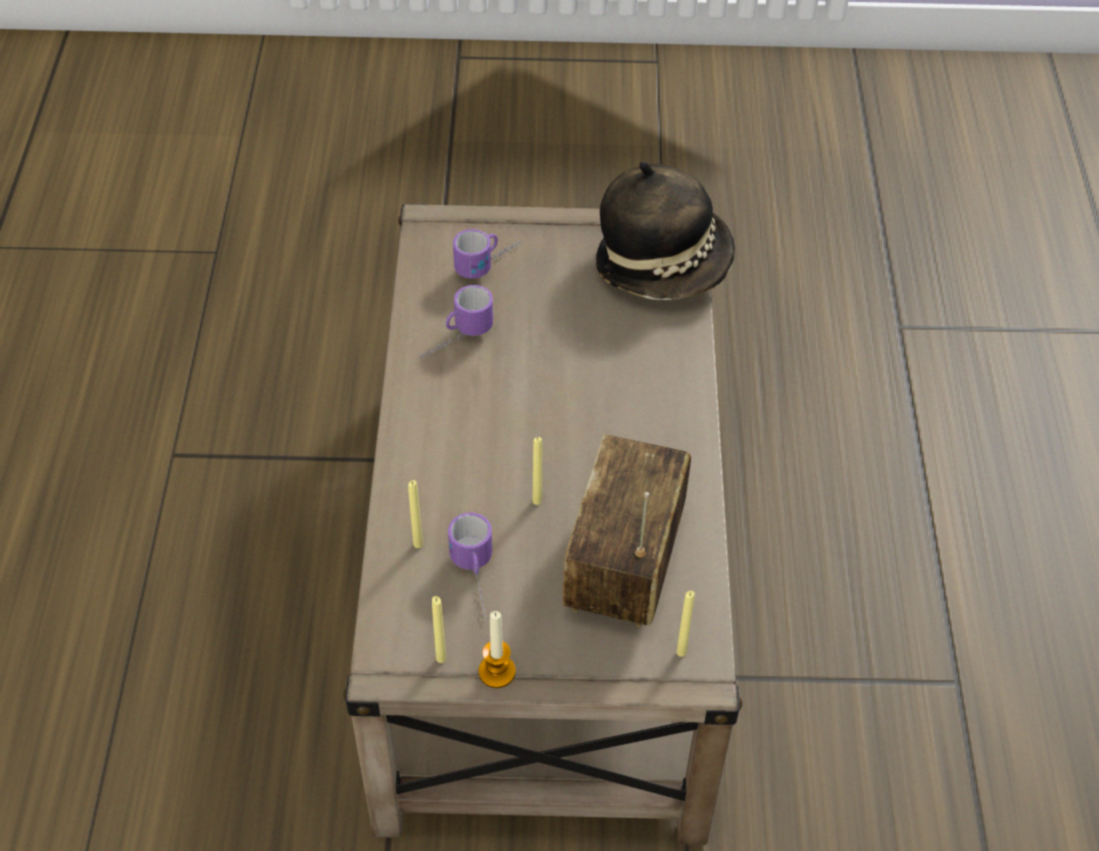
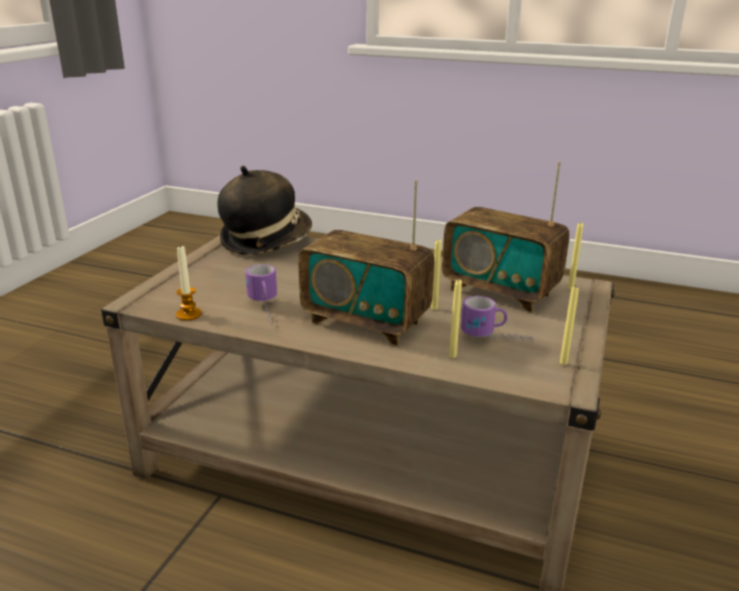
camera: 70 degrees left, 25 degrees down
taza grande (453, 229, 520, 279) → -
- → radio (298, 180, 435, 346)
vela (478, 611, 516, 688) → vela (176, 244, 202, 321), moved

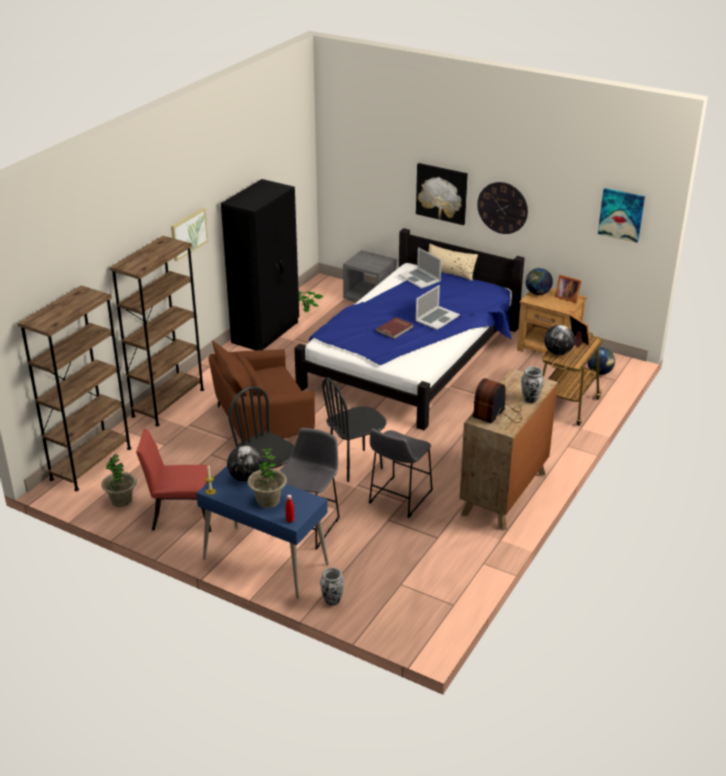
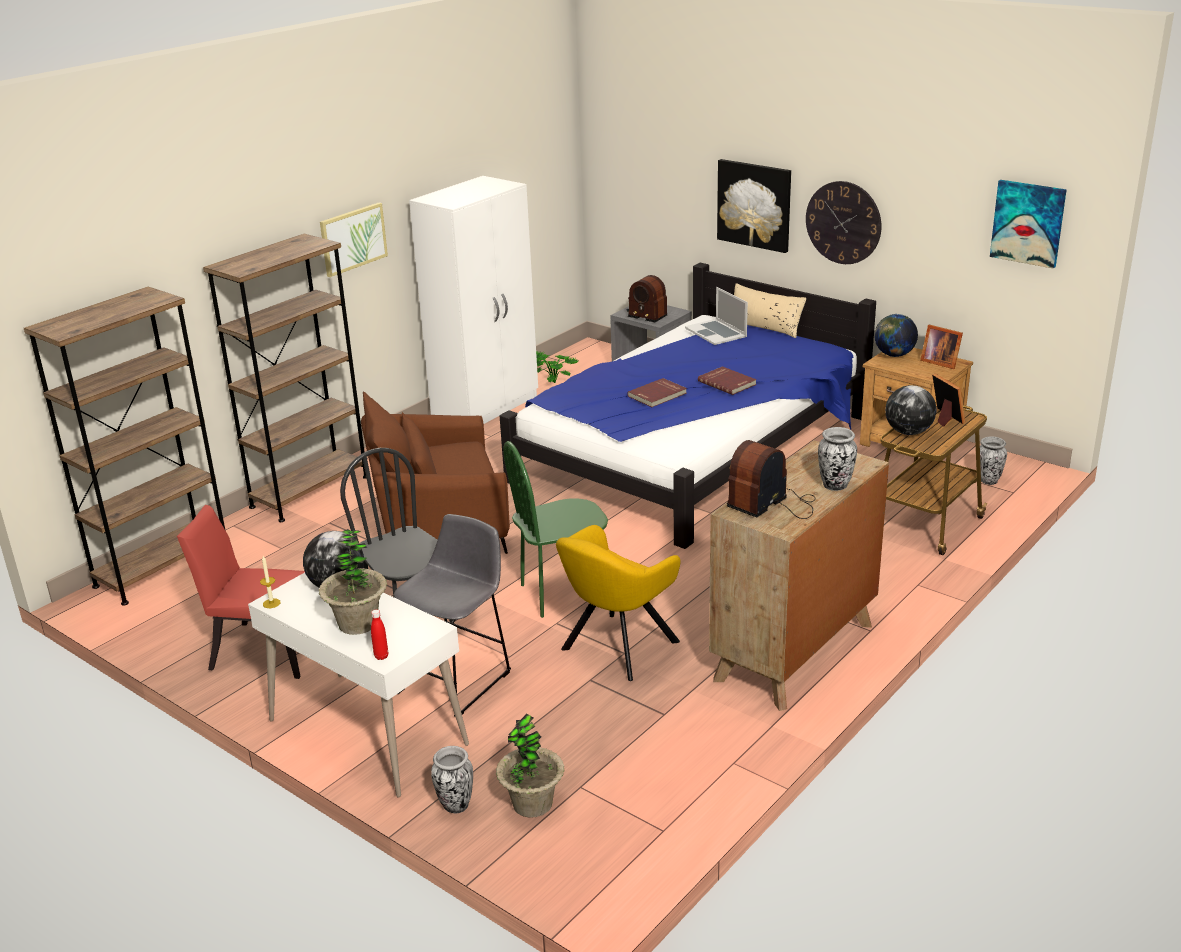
camera: 10 degrees right, 5 degrees down
- → radio (627, 275, 668, 322)
planta en maceta (101, 454, 137, 507) → planta en maceta (496, 713, 564, 818), moved
taburete [gris] (369, 429, 433, 518) → sillón [amarillo] (556, 525, 681, 681)
portátil (416, 285, 460, 330) → libro [rojo] (698, 366, 757, 395)
globo terráqueo (587, 347, 615, 375) → florero (980, 436, 1007, 485)
escritorio [azul] (196, 466, 329, 599) → escritorio [blanco] (248, 572, 469, 798)
armario ropero [negro] (221, 179, 299, 350) → armario ropero [blanco] (409, 176, 538, 424)
silla [negro] (322, 378, 386, 482) → silla [verde] (503, 441, 608, 618)

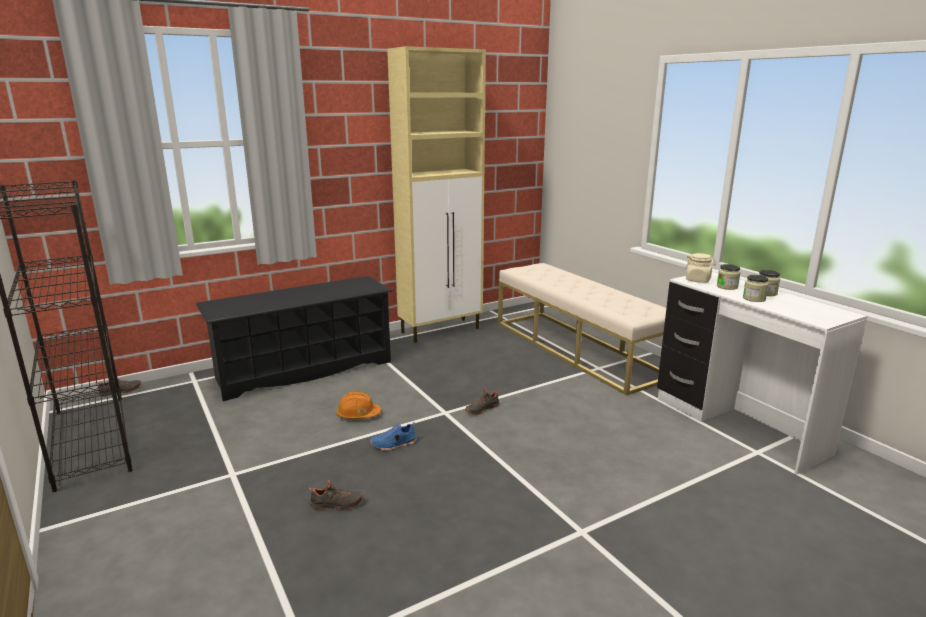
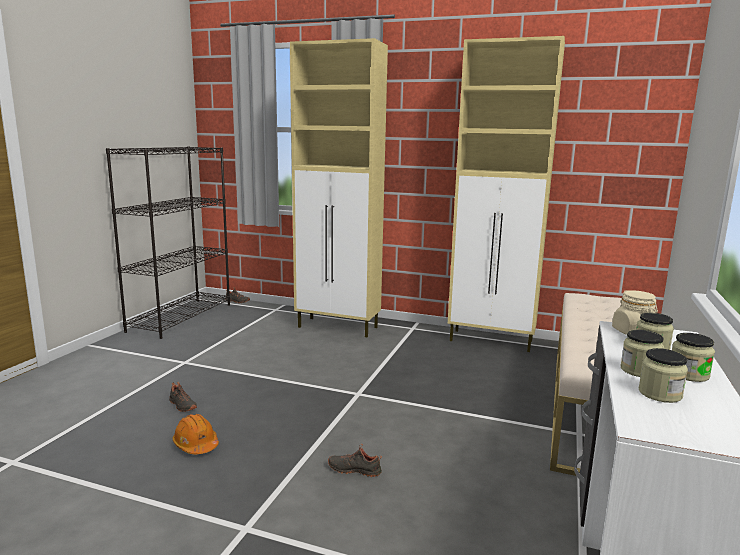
camera: 50 degrees right, 5 degrees down
zapato [azul] (370, 422, 417, 451) → -
- → tarro (639, 348, 688, 403)
casco [naranja] (336, 391, 381, 419) → casco [naranja] (173, 414, 219, 454), moved
zapato [negro] (465, 388, 500, 415) → zapato [negro] (328, 444, 382, 477), moved
zapatero [negro] (196, 276, 392, 401) → armario [beis] (290, 38, 388, 337)

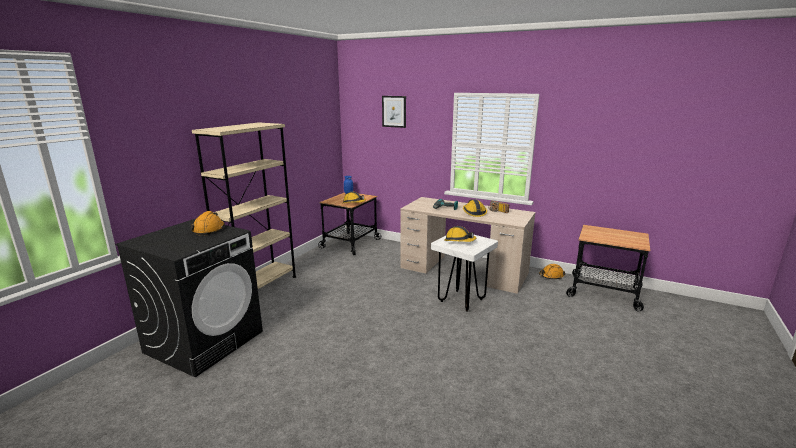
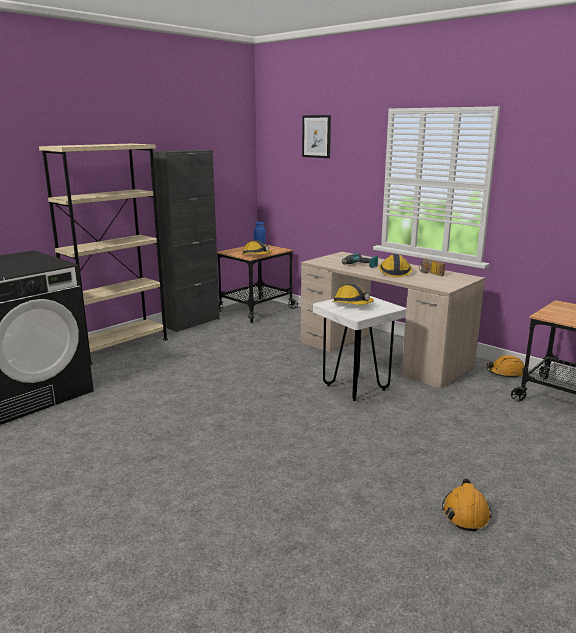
camera: 15 degrees right, 0 degrees up
- → armario [negro] (150, 150, 220, 332)
casco [naranja] (191, 211, 225, 236) → casco [naranja] (442, 478, 492, 531), moved

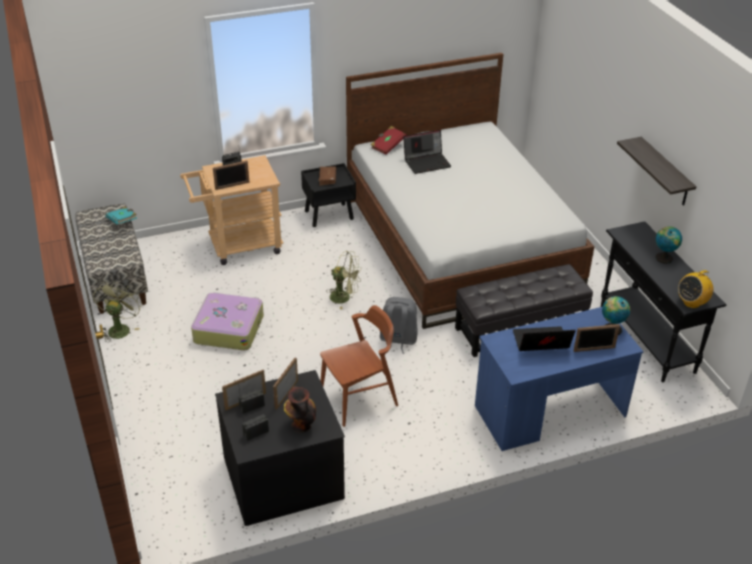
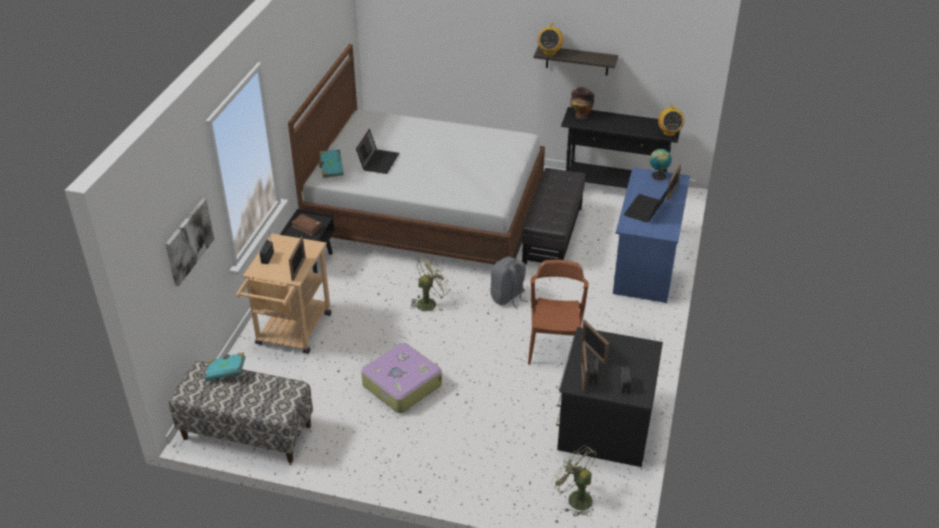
camera: 55 degrees left, 0 degrees up
globo terráqueo (656, 226, 682, 264) → -
- → cuadro (165, 198, 214, 286)
- → radio (537, 23, 563, 55)
ventilador [verde] (93, 281, 142, 342) → ventilador [verde] (551, 445, 597, 516), moved
florero (284, 386, 316, 433) → florero (570, 87, 594, 119), moved
libro [rojo] (371, 126, 407, 155) → libro [turquesa] (319, 150, 344, 178)

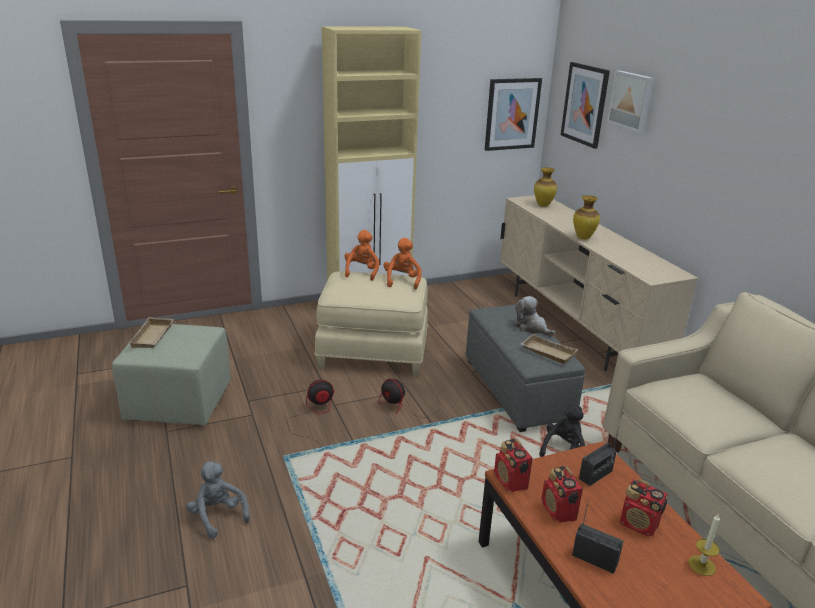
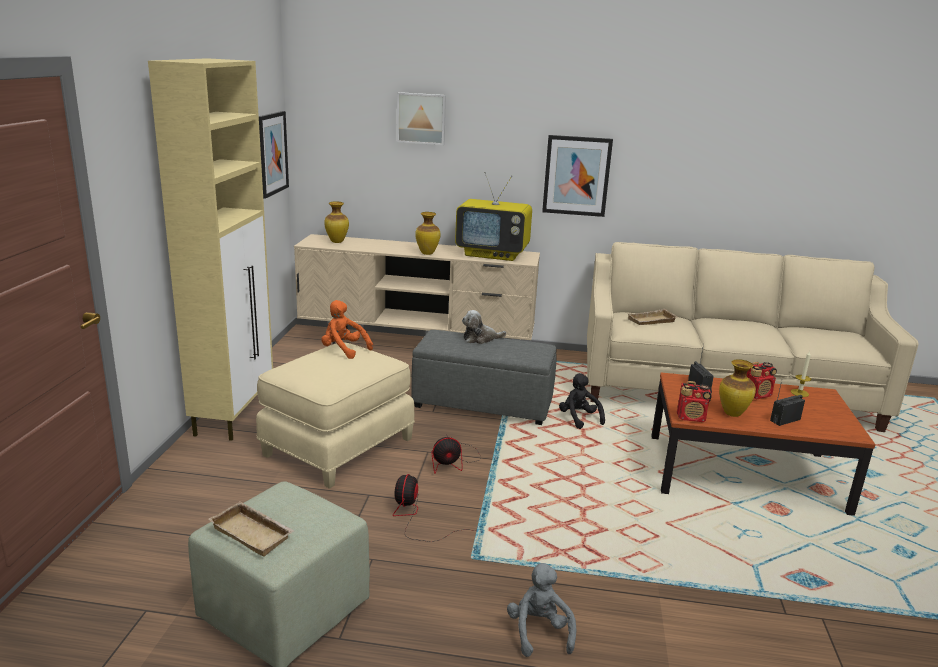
camera: 60 degrees left, 5 degrees down
peluche [naranja] (345, 230, 379, 281) → -
- → televisor (455, 172, 532, 261)
bandeja [beis] (521, 334, 578, 364) → bandeja [beis] (627, 309, 677, 325), moved
cuadro (561, 62, 610, 149) → cuadro (542, 135, 613, 217), moved
radio (541, 466, 583, 523) → florero (719, 359, 756, 417)
peluche [gris] (186, 461, 250, 539) → peluche [gris] (507, 563, 576, 657), 90 degrees clockwise

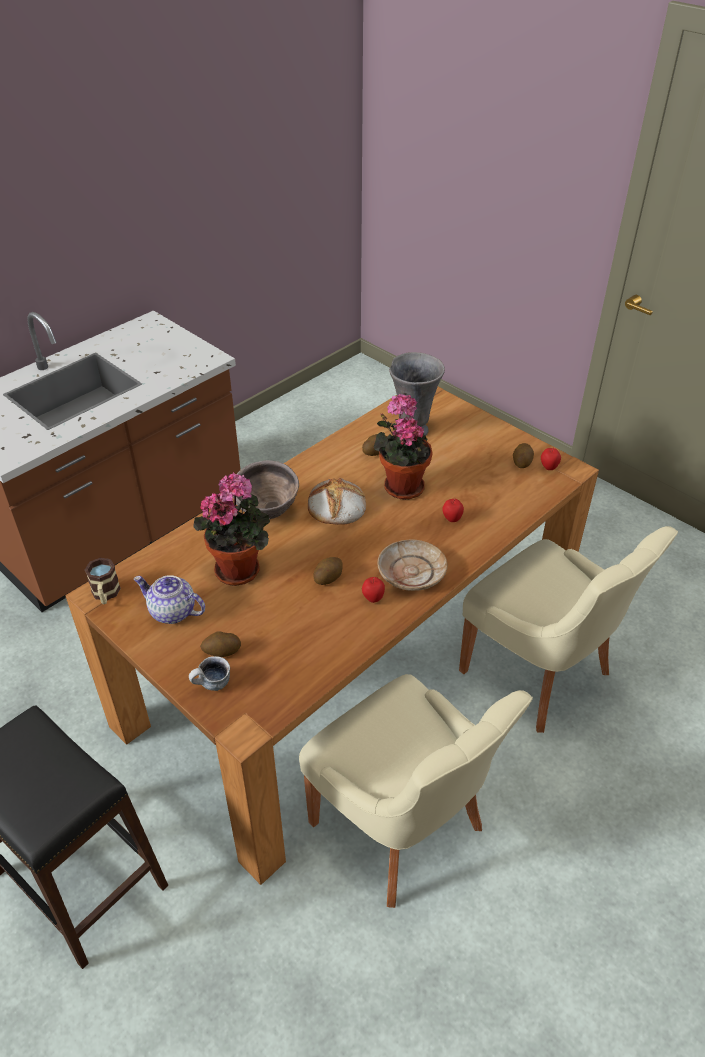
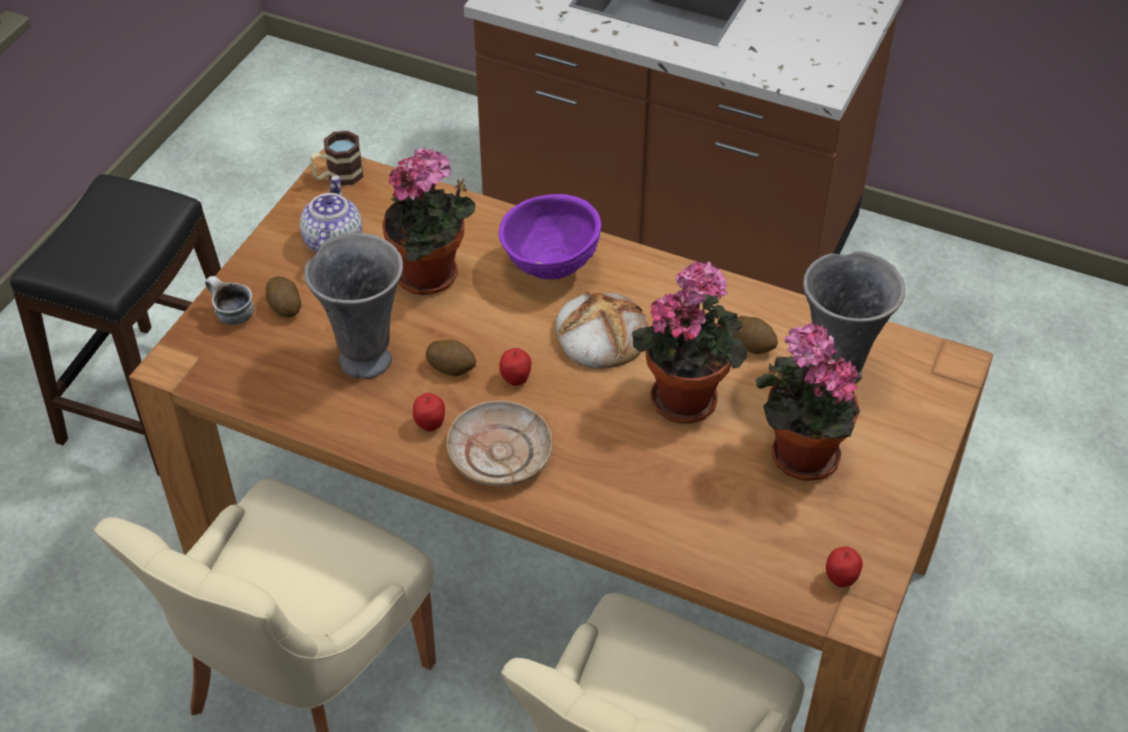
camera: 70 degrees right, 5 degrees up
patata (513, 443, 534, 468) → -
- → florero [gris] (304, 232, 403, 379)
- → planta en maceta (755, 323, 860, 481)
manzana (442, 499, 464, 522) → manzana (499, 348, 531, 386), moved
cuenco [marrón] (233, 460, 299, 519) → cuenco [morado] (499, 194, 601, 280)

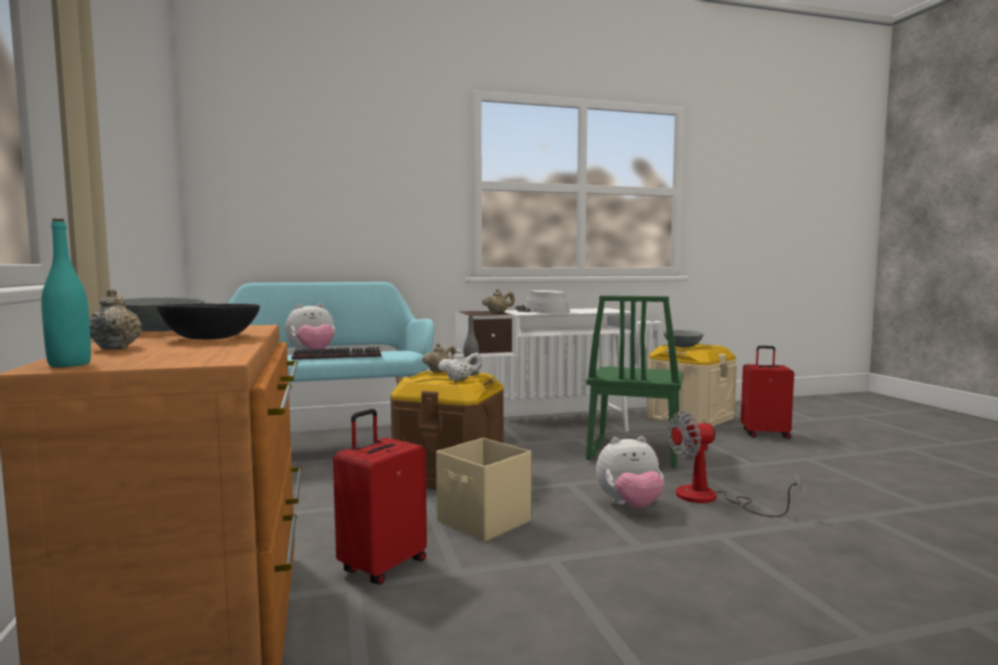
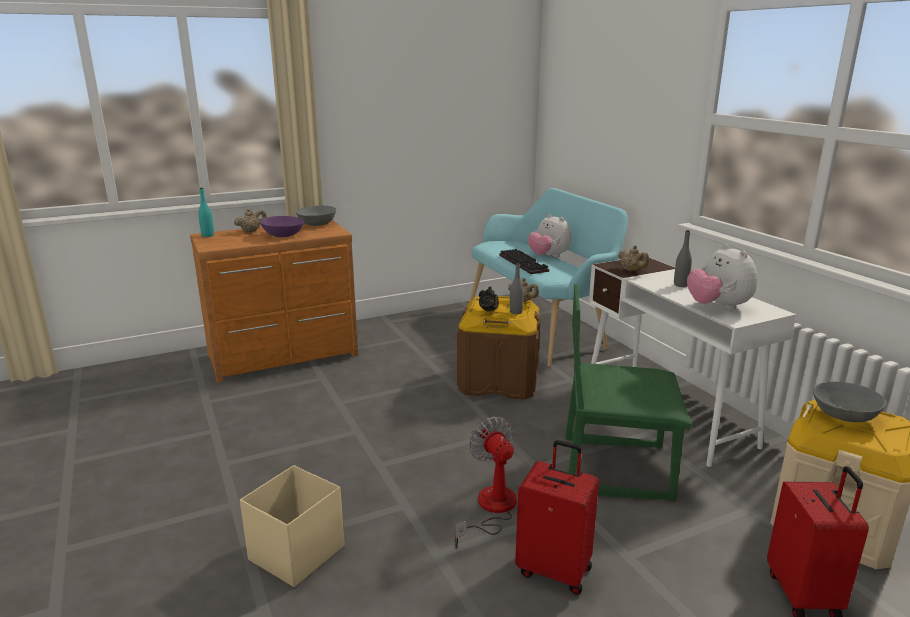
camera: 80 degrees right, 15 degrees up
maleta [rojo] (333, 409, 427, 585) → maleta [rojo] (515, 440, 599, 595), moved
caja de almacenaje [beis] (436, 438, 531, 542) → caja de almacenaje [beis] (240, 465, 345, 587), moved
peluche (596, 436, 664, 508) → peluche (687, 244, 758, 310), moved
sombrero [gris] (515, 290, 570, 313) → botella [gris] (674, 230, 692, 287)
cuenco [negro] (157, 303, 260, 339) → cuenco [morado] (260, 216, 304, 237)
tetera [blanco] (438, 349, 482, 381) → tetera [negro] (479, 287, 499, 312)

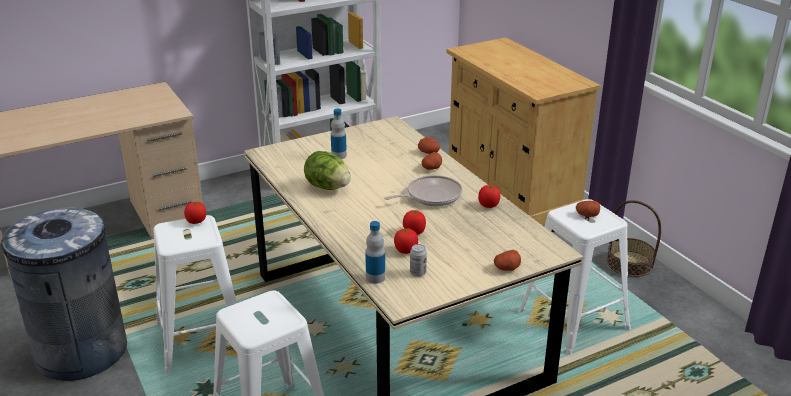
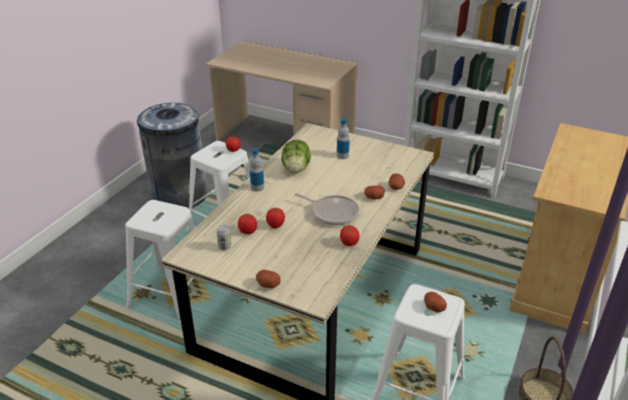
camera: 55 degrees right, 5 degrees up
botella (365, 221, 385, 284) → botella (250, 148, 264, 191), moved

